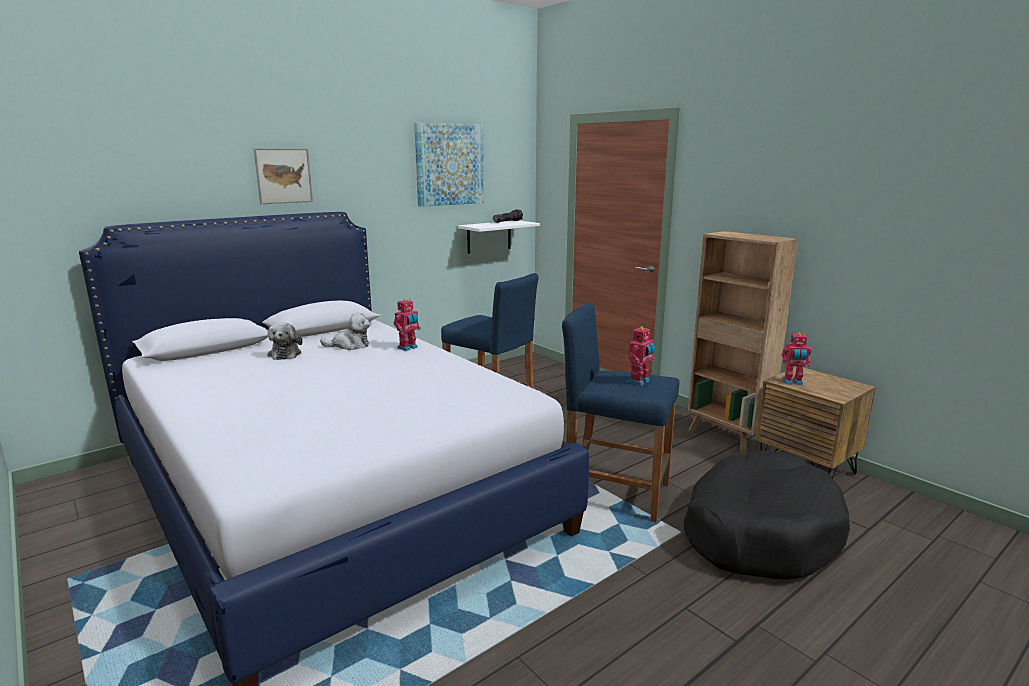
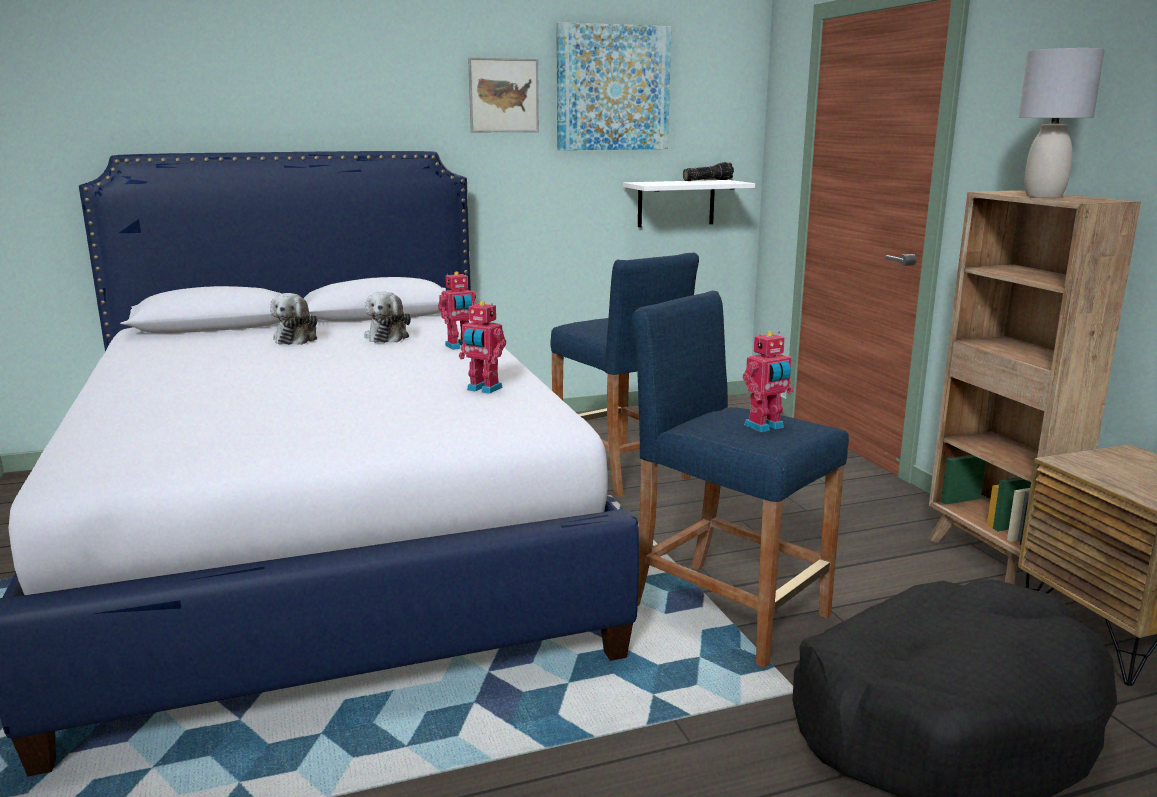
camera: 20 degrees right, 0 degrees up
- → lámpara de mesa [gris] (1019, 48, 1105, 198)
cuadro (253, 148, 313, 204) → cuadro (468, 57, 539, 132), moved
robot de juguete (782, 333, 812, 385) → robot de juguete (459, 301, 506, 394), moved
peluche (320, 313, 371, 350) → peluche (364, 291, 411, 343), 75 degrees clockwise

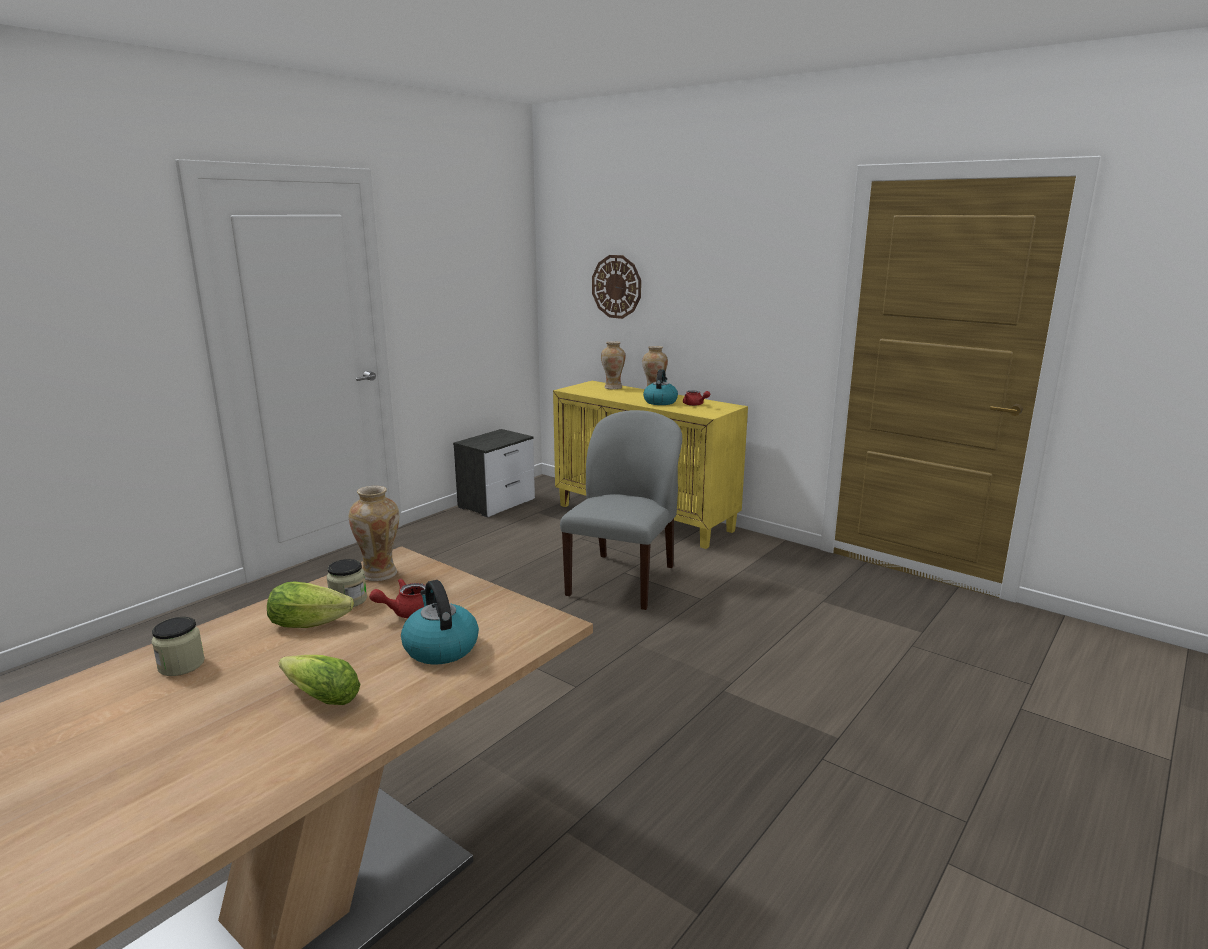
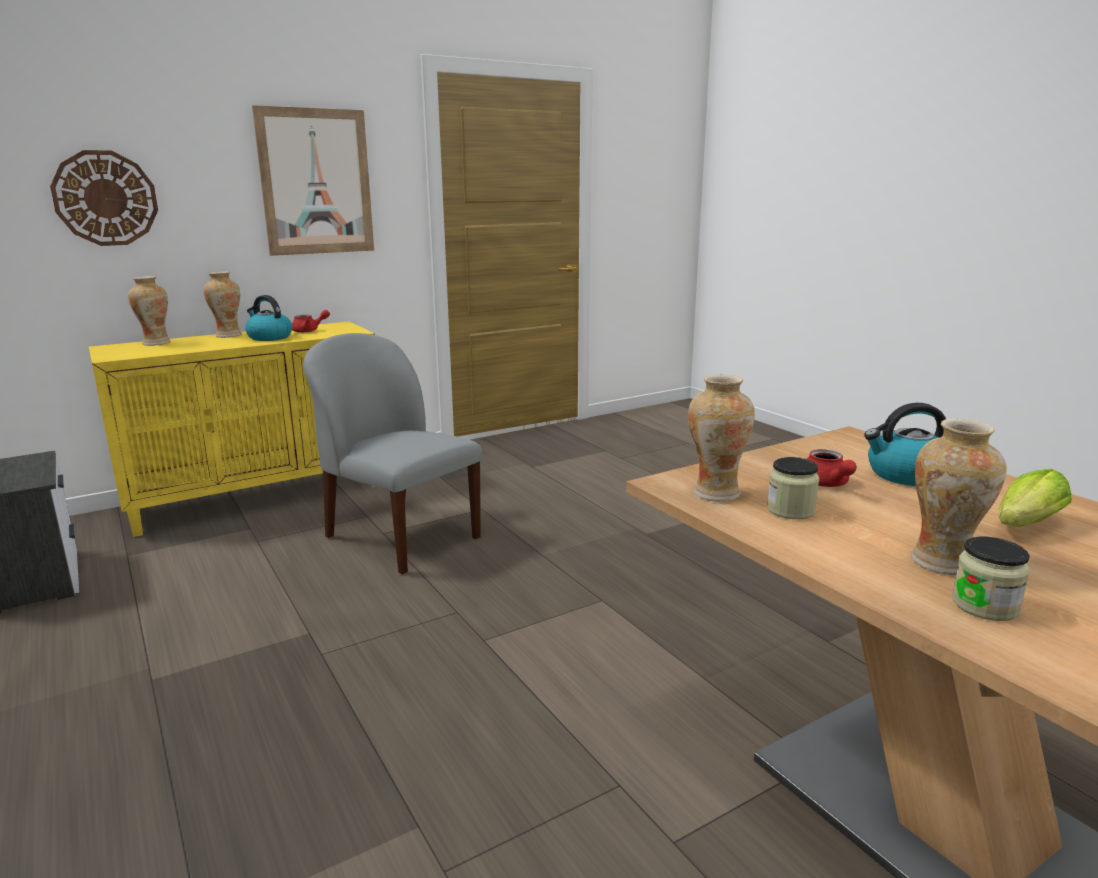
camera: 70 degrees left, 0 degrees up
lechuga (267, 582, 354, 628) → -
- → cuadro (252, 105, 374, 256)
- → florero (911, 418, 1006, 575)

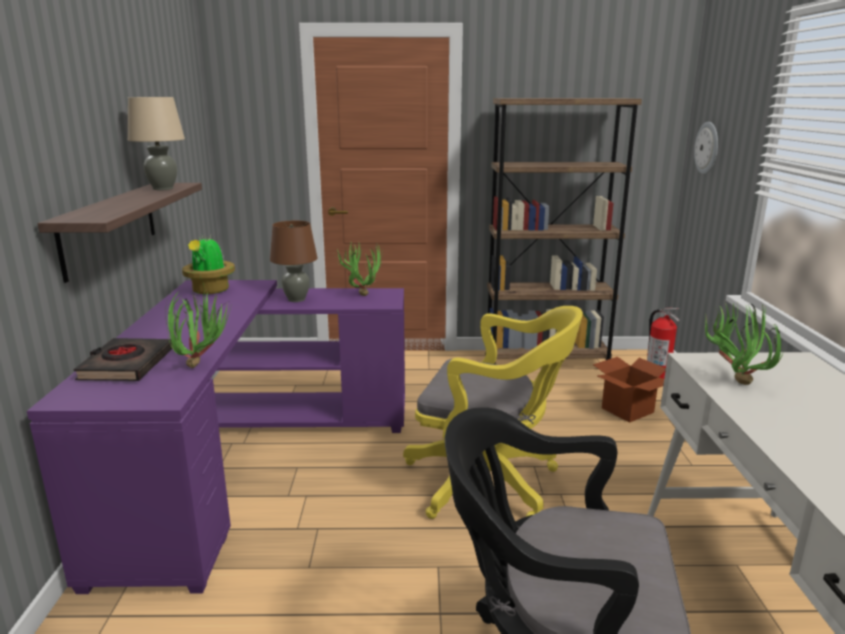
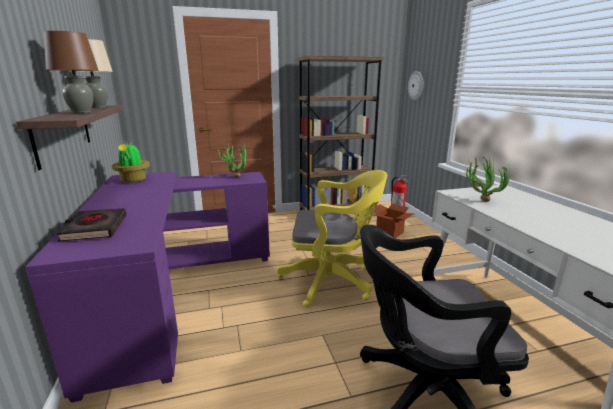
camera: 15 degrees left, 0 degrees up
planta en maceta (165, 289, 231, 368) → -
lámpara de mesa [marrón] (270, 221, 318, 302) → lámpara de mesa [marrón] (43, 31, 99, 113), moved

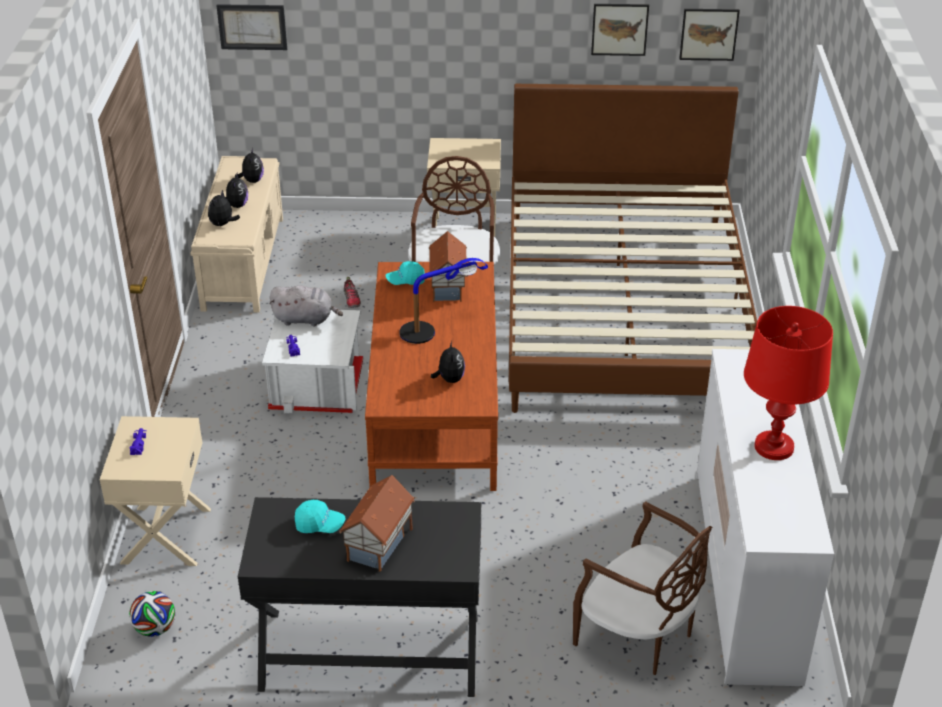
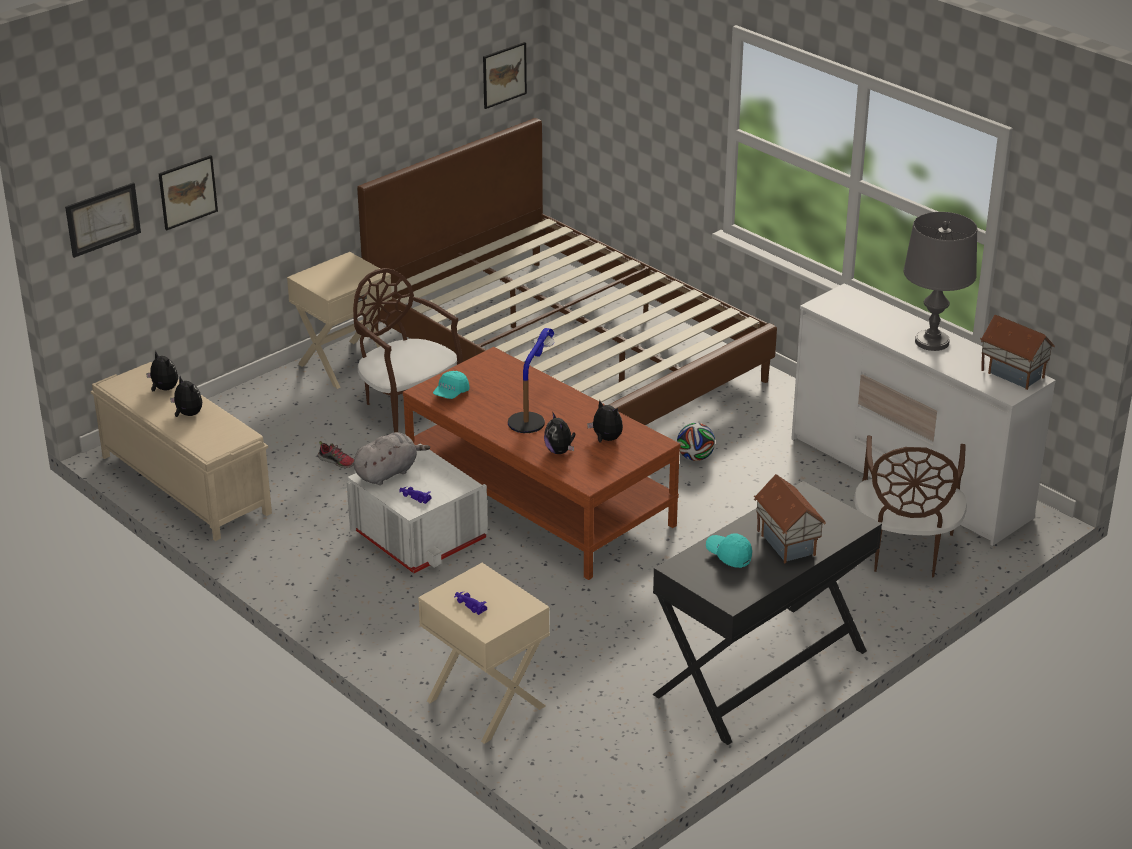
camera: 45 degrees left, 5 degrees down
balón de fútbol (129, 591, 175, 637) → balón de fútbol (677, 423, 715, 461), moved
peluche (208, 190, 240, 226) → peluche (544, 412, 575, 454), moved
casita (429, 231, 468, 302) → casita (980, 315, 1055, 390), moved
cuadro (591, 4, 649, 56) → cuadro (159, 155, 218, 230), moved
lámpara de mesa [rojo] (744, 306, 833, 460) → lámpara de mesa [gris] (904, 212, 977, 351)
gorra [turquesa] (295, 500, 345, 533) → gorra [turquesa] (706, 533, 752, 568), 105 degrees counterclockwise
silla [marrón] (573, 501, 712, 675) → silla [marrón] (854, 436, 967, 578), 105 degrees clockwise

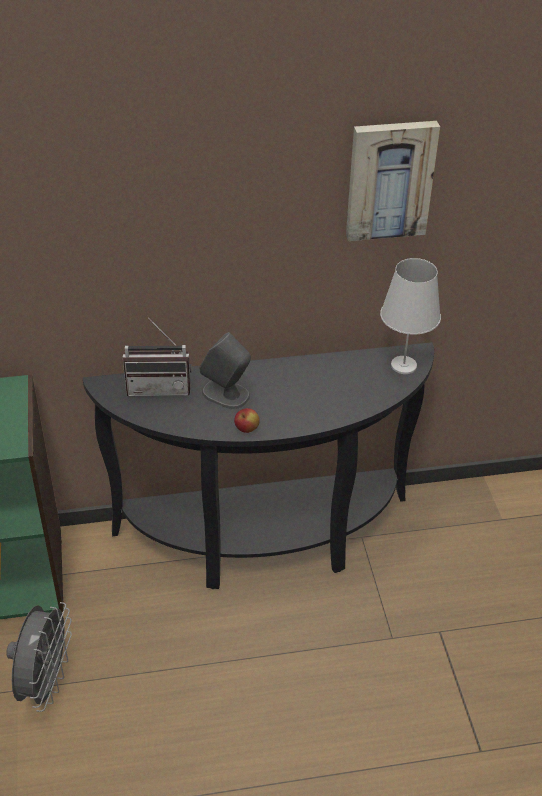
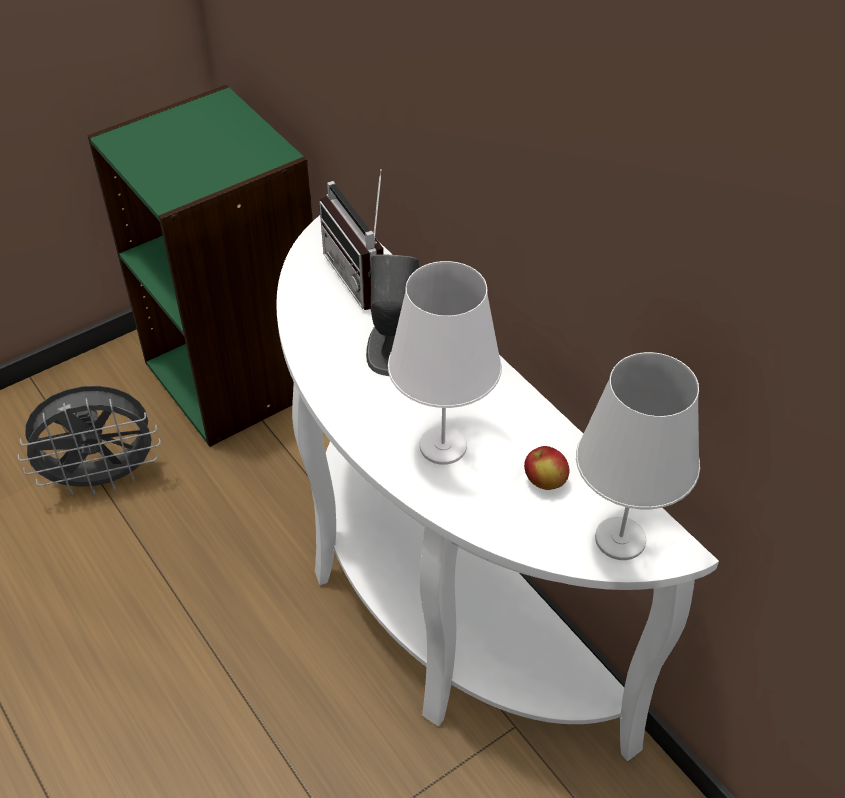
camera: 65 degrees right, 5 degrees up
cuadro (346, 121, 440, 241) → -
- → lámpara de mesa [blanco] (388, 261, 502, 465)
manzana (234, 408, 260, 433) → manzana (524, 446, 569, 490), moved
mesa consola [negro] (83, 342, 434, 589) → mesa consola [blanco] (276, 215, 719, 761)

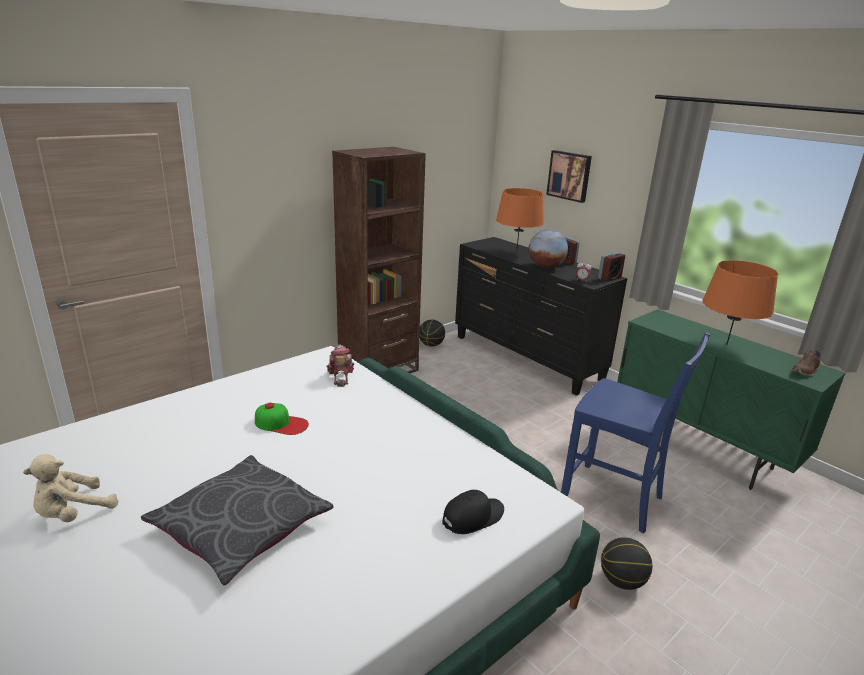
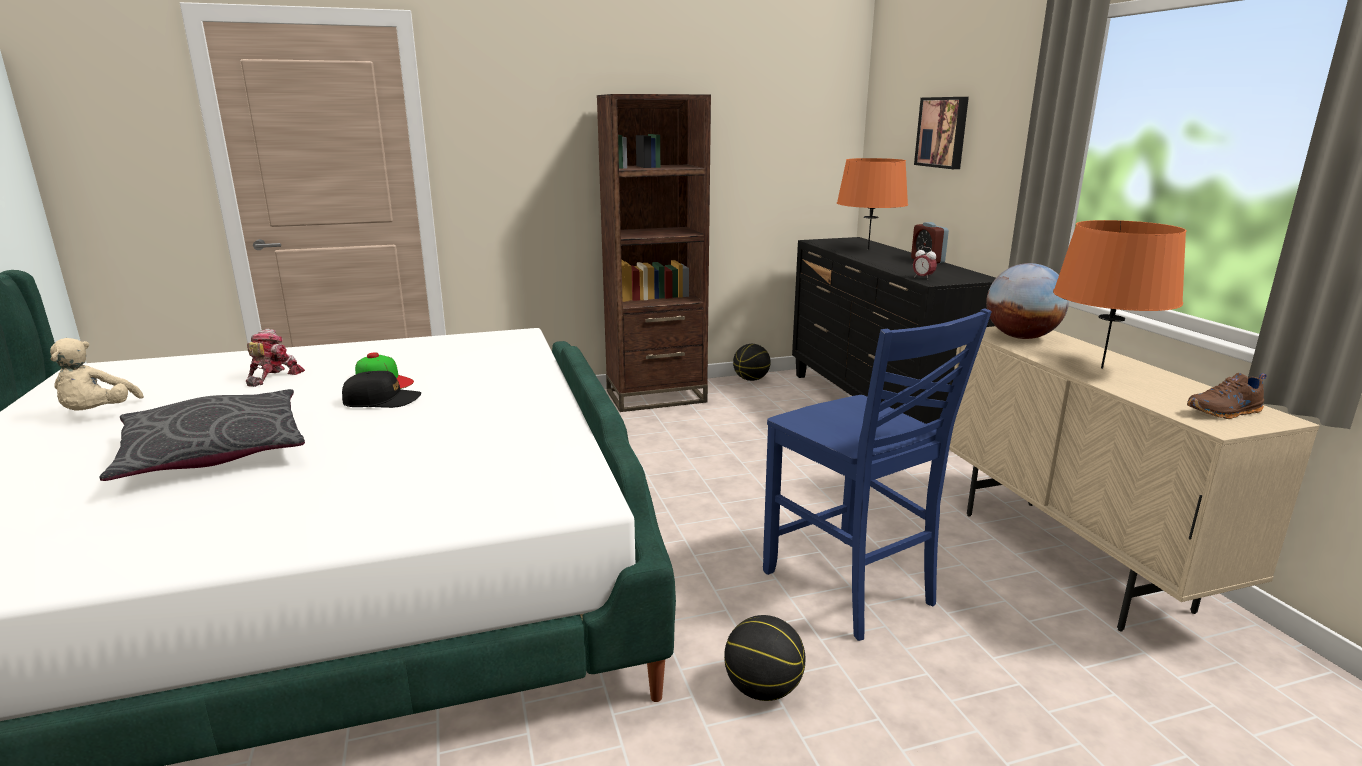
camera: 25 degrees right, 5 degrees down
despertador (598, 252, 625, 282) → -
robot de juguete (327, 344, 354, 387) → robot de juguete (246, 329, 305, 387), moved
gorra [negro] (443, 490, 504, 534) → gorra [negro] (342, 371, 421, 408), moved
globo terráqueo (528, 229, 568, 268) → globo terráqueo (986, 263, 1069, 339), moved
armario [verde] (617, 309, 846, 490) → armario [beis] (948, 326, 1320, 631)
peluche [beis] (23, 454, 118, 522) → peluche [beis] (50, 338, 144, 411), 75 degrees counterclockwise

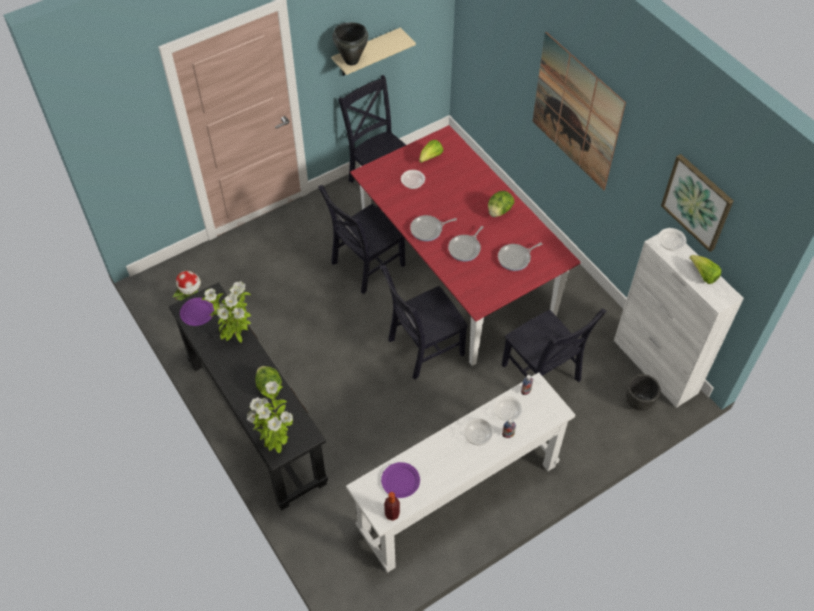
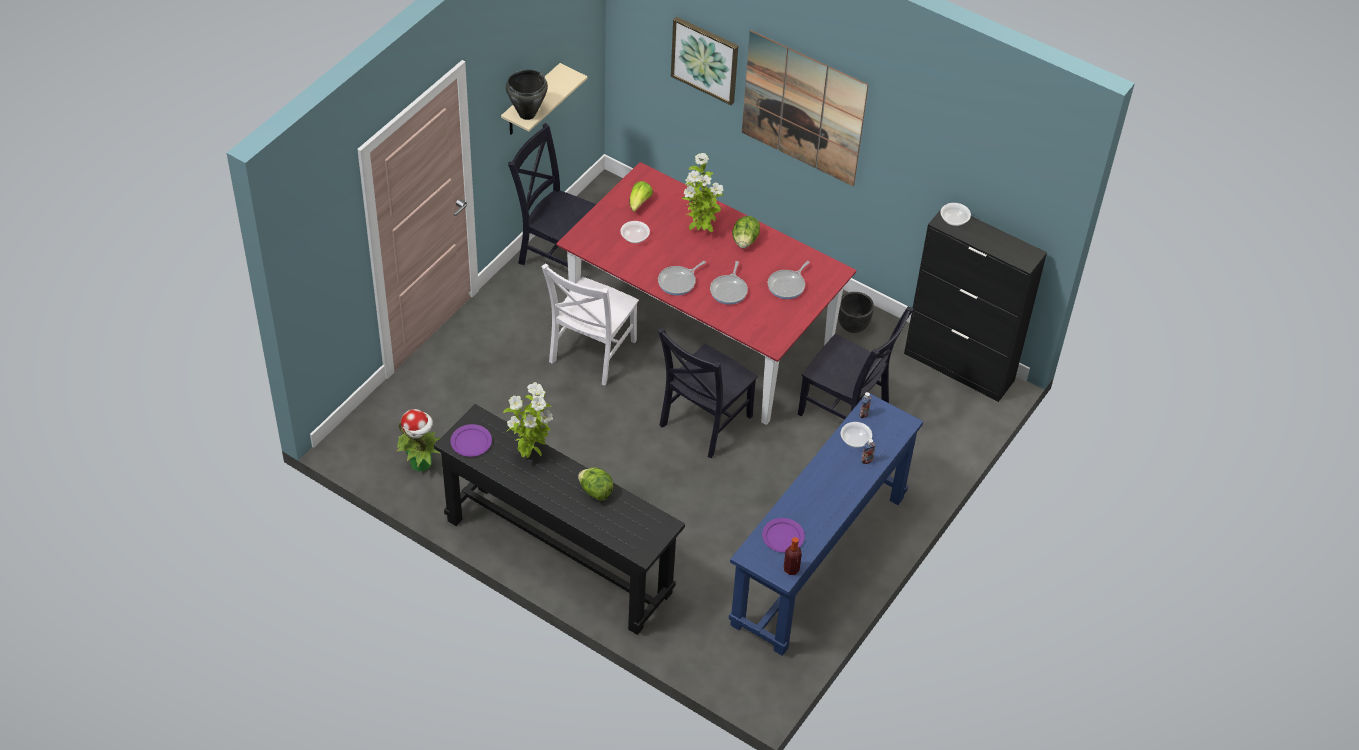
camera: 25 degrees left, 5 degrees down
cuenco (464, 418, 493, 445) → -
lechuga (690, 255, 721, 284) → -
planta en maceta (247, 381, 293, 453) → planta en maceta (682, 153, 724, 232), moved
maceta [negro] (626, 374, 661, 411) → maceta [negro] (838, 292, 874, 333), moved
cuadro (661, 154, 733, 252) → cuadro (671, 17, 738, 105), moved
silla [negro] (318, 185, 405, 294) → silla [blanco] (541, 263, 639, 386)
mesa consola [blanco] (346, 372, 575, 573) → mesa consola [azul] (729, 394, 923, 656)
armario [blanco] (614, 234, 744, 408) → armario [negro] (904, 204, 1047, 402)

